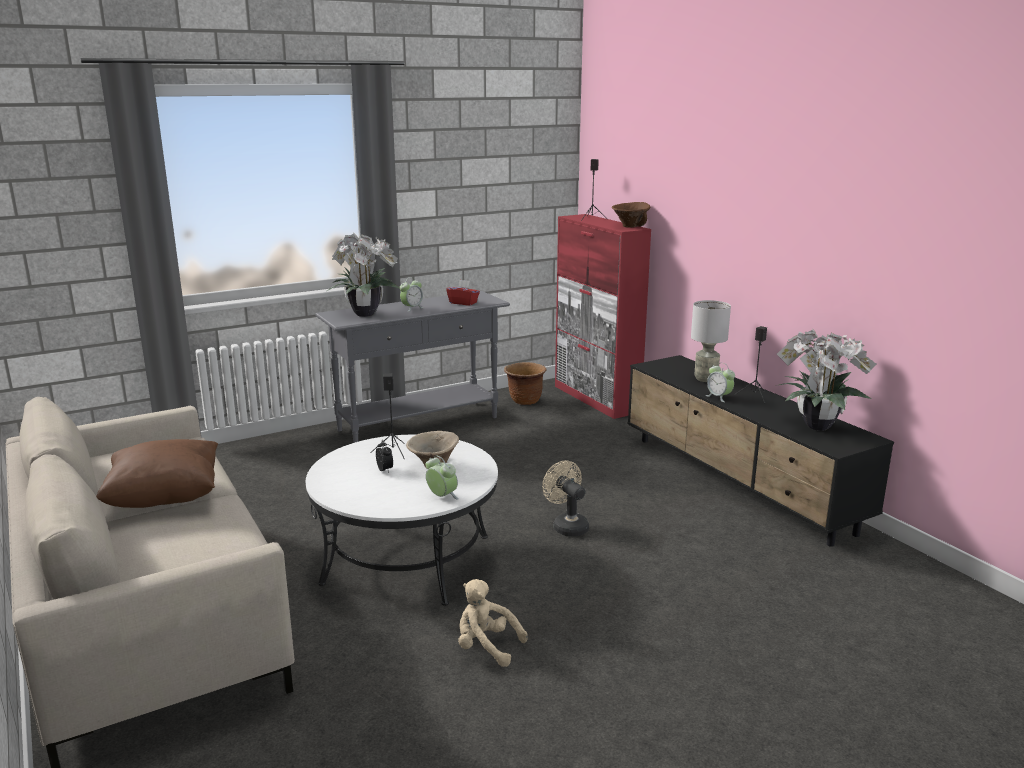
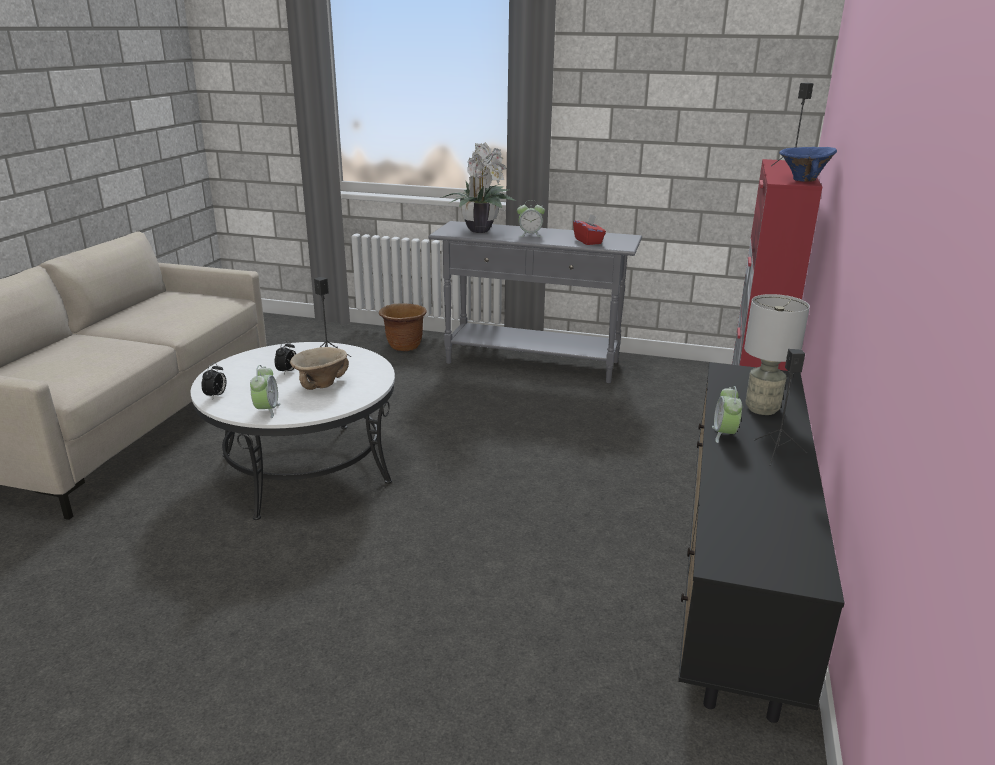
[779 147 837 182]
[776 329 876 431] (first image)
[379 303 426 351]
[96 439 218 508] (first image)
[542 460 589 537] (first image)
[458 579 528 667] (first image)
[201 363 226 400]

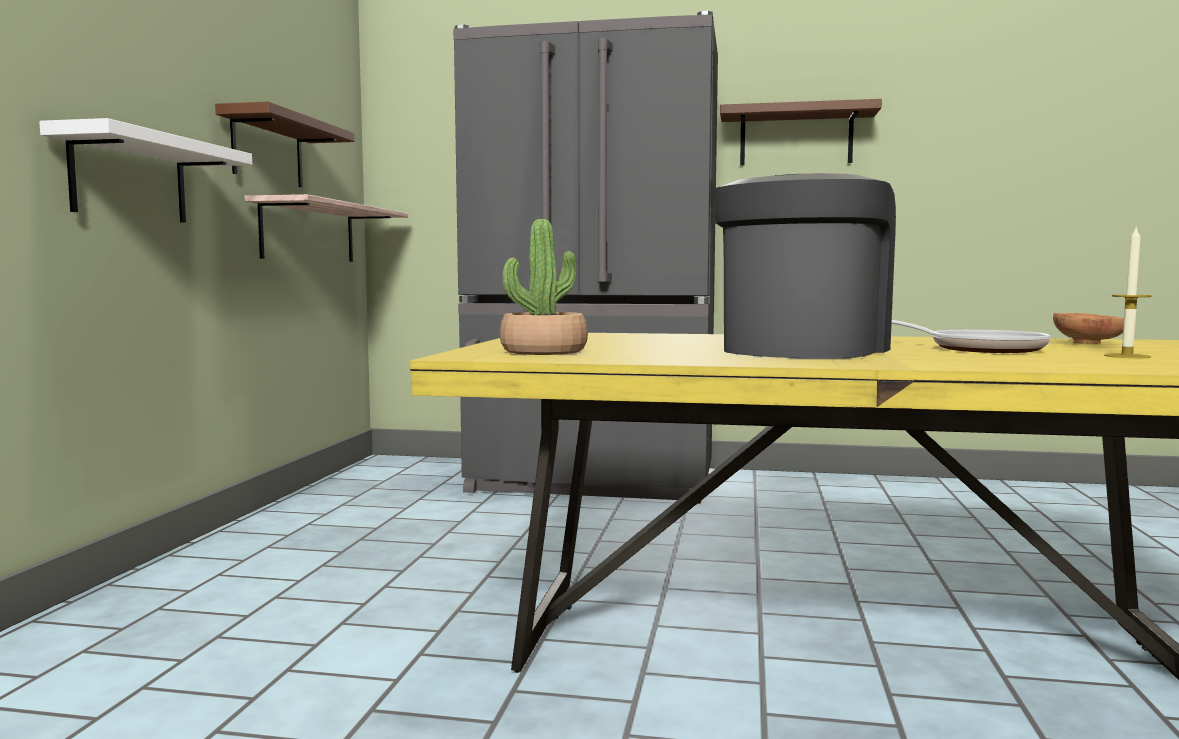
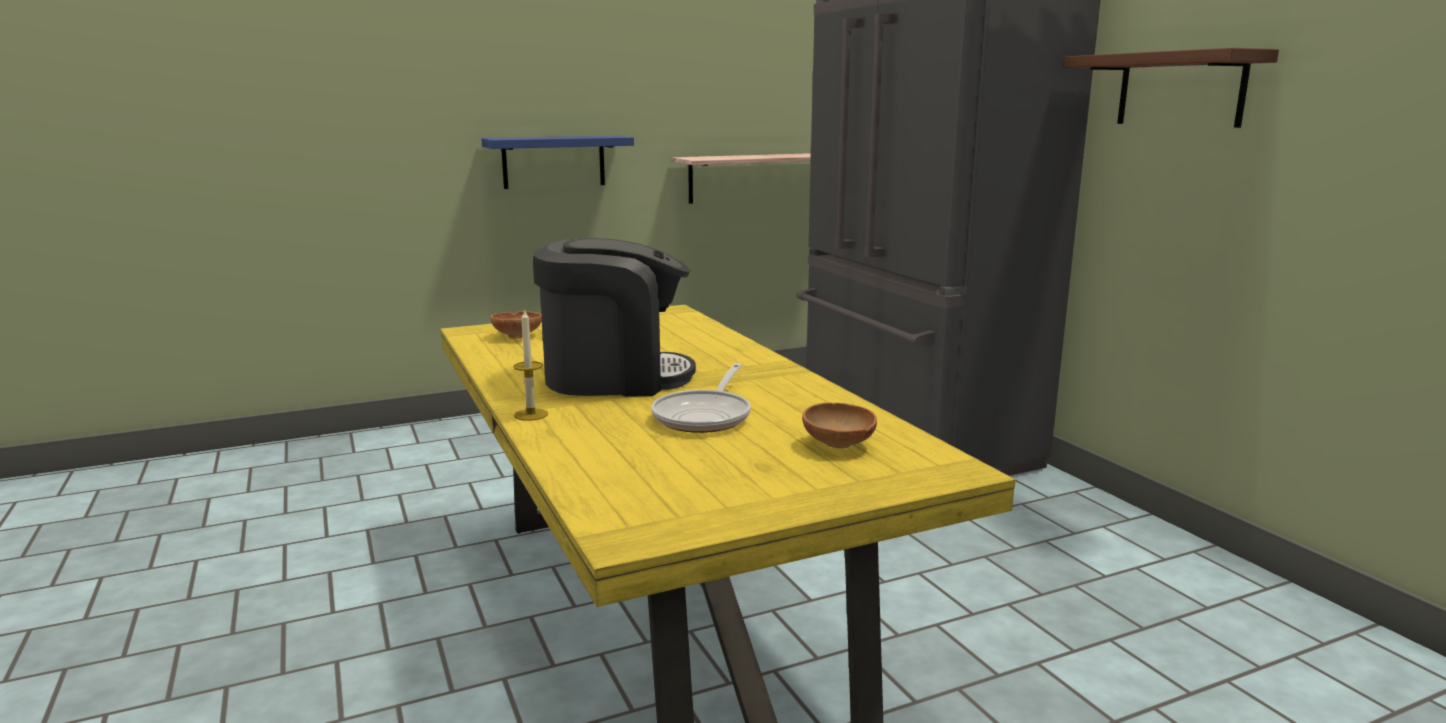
[215 102 355 187] (first image)
[481 136 634 189]
[490 311 542 339]
[513 308 548 421]

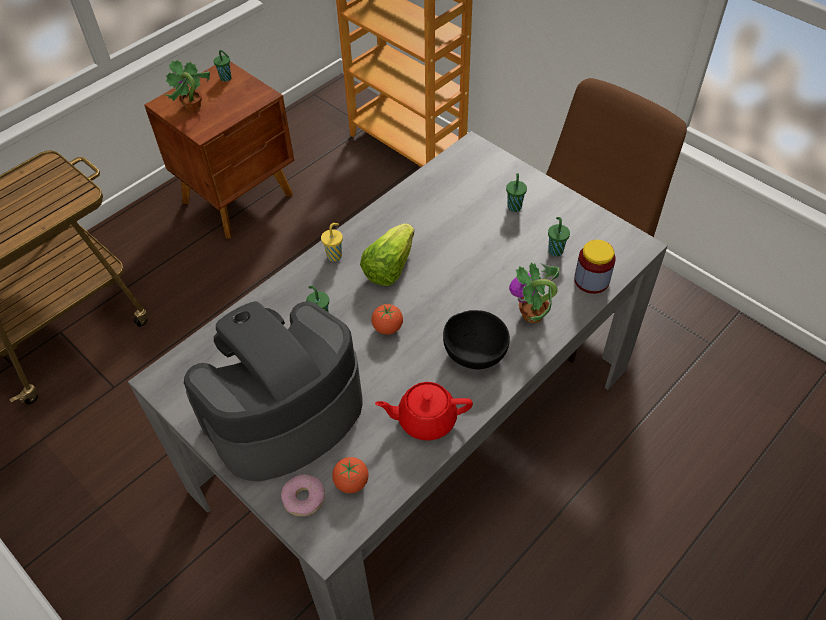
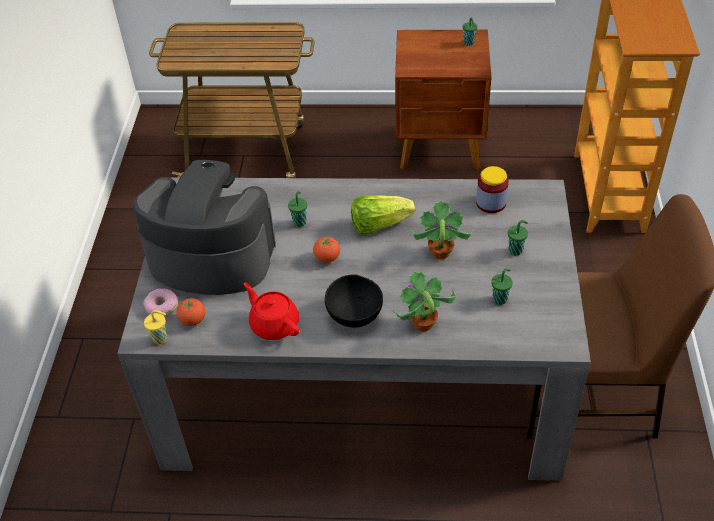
[410 200 473 259]
[144 310 167 344]
[476 166 509 213]

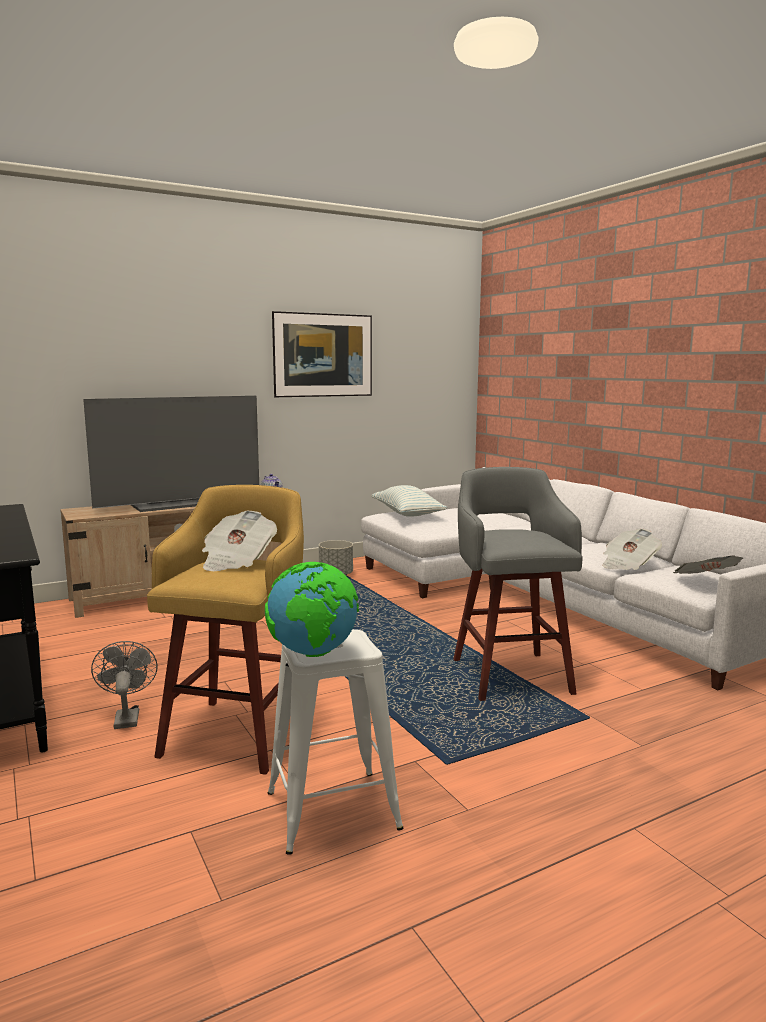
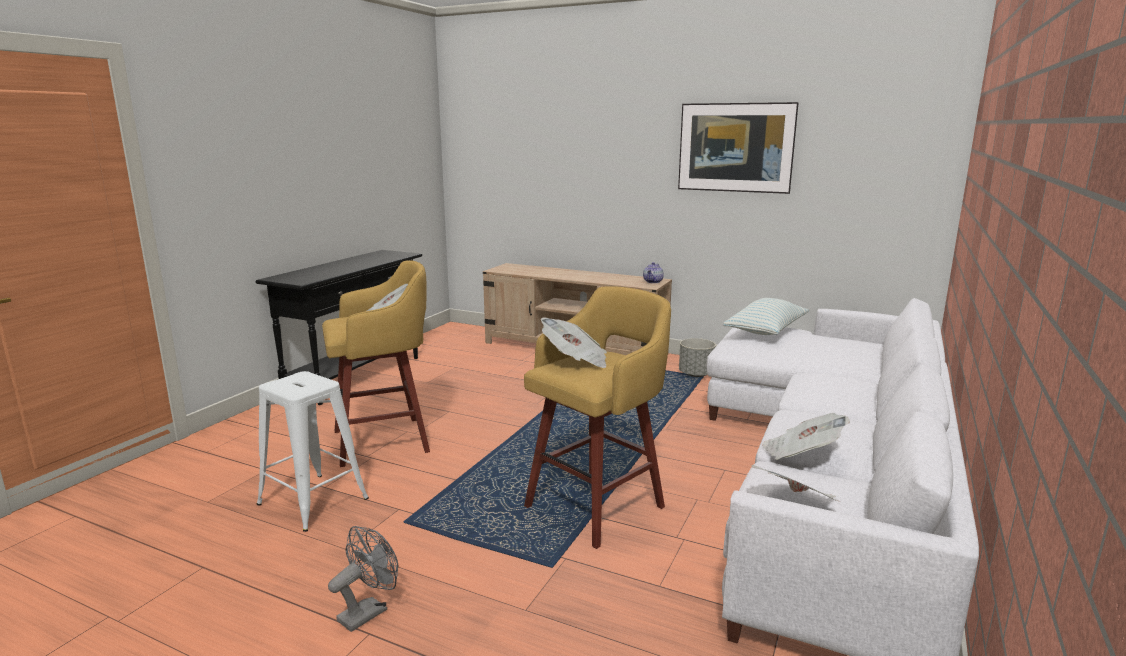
[83 396 259 512] (first image)
[524 286 671 549]
[265 562 359 657] (first image)
[328 526 398 632]
[541 317 606 368]

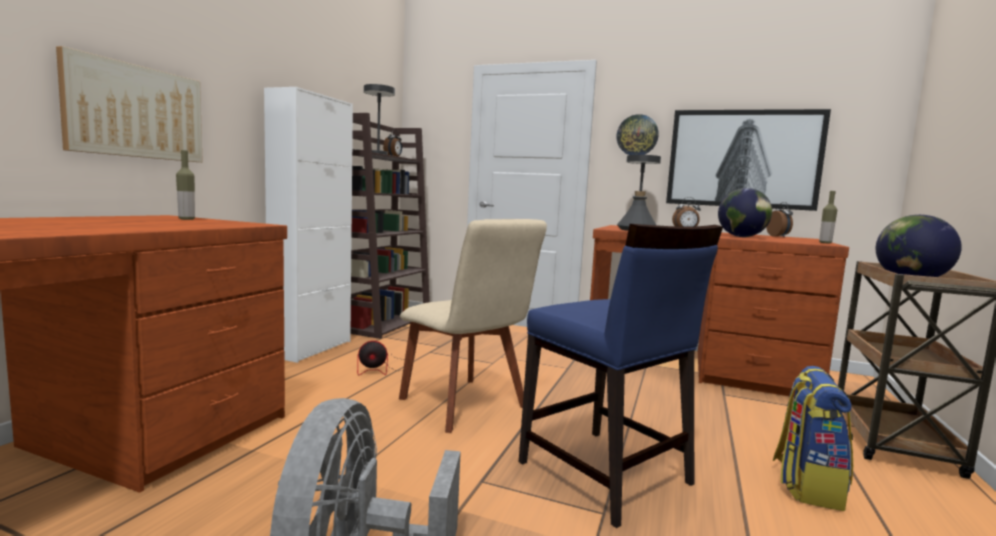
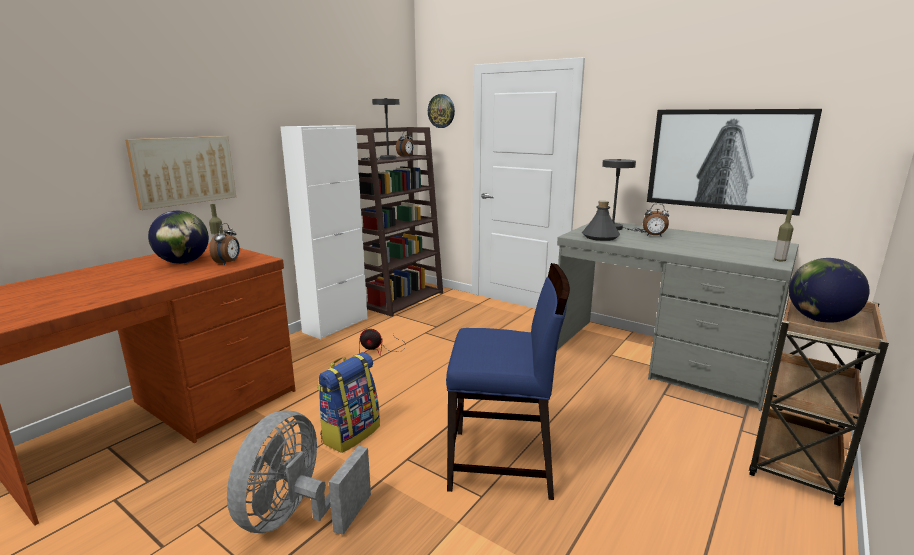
[428 94 455 128]
[148 211 209 264]
[209 223 240 265]
[399 219 547 433] (first image)
[446 263 570 500]
[557 222 799 411]
[317 352 380 453]

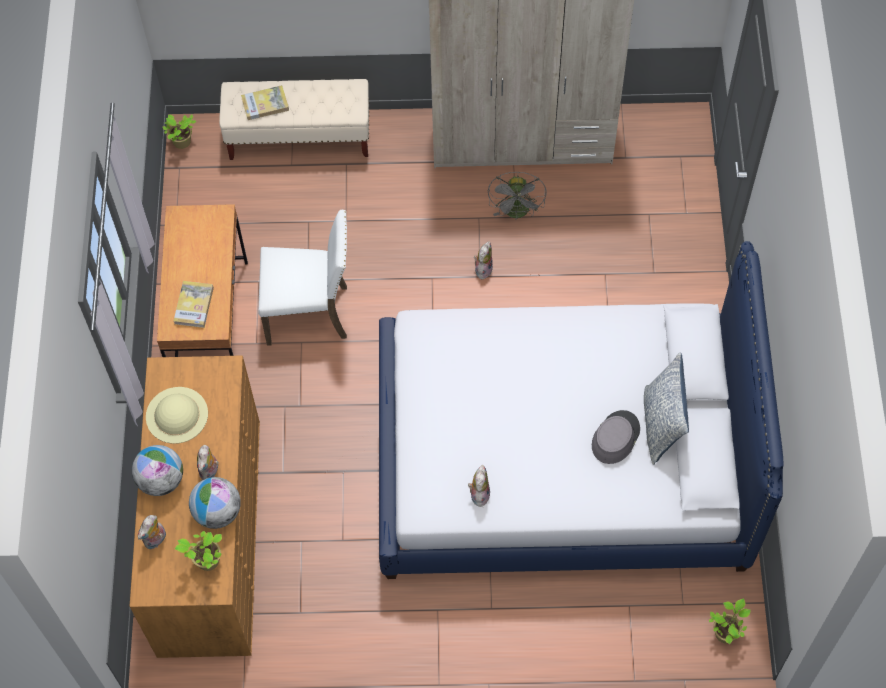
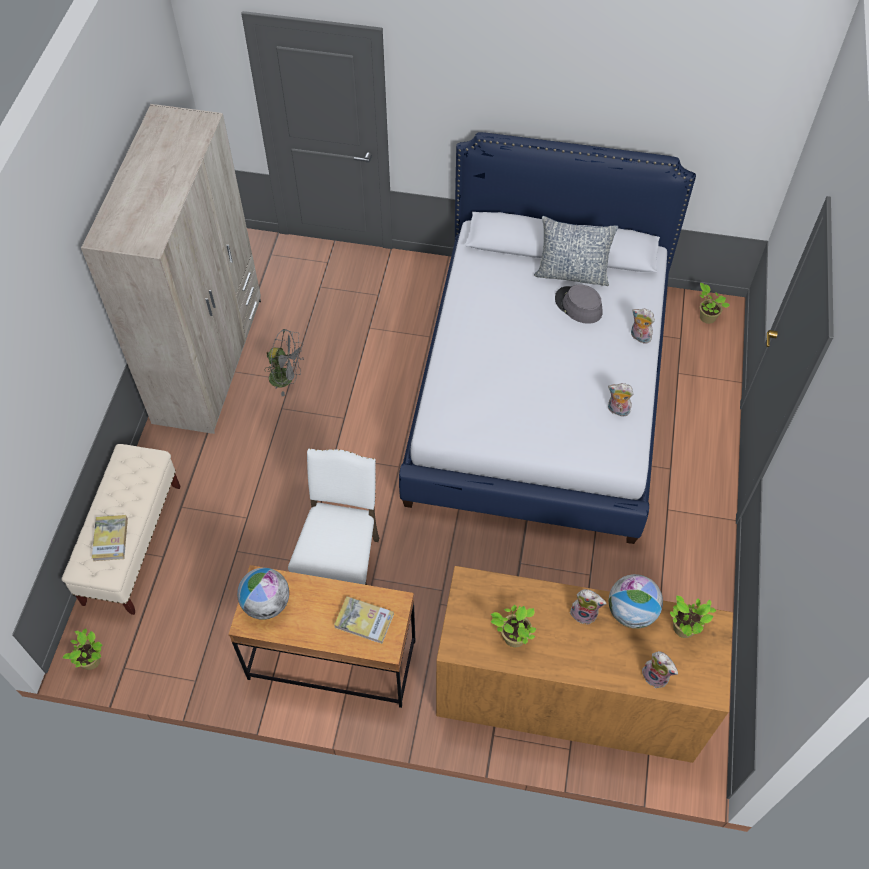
[631 309 655 344]
[491 605 536 647]
[237 568 289 620]

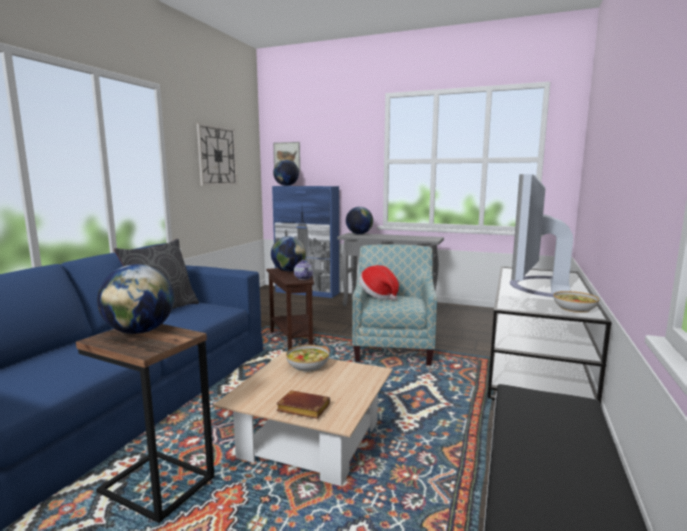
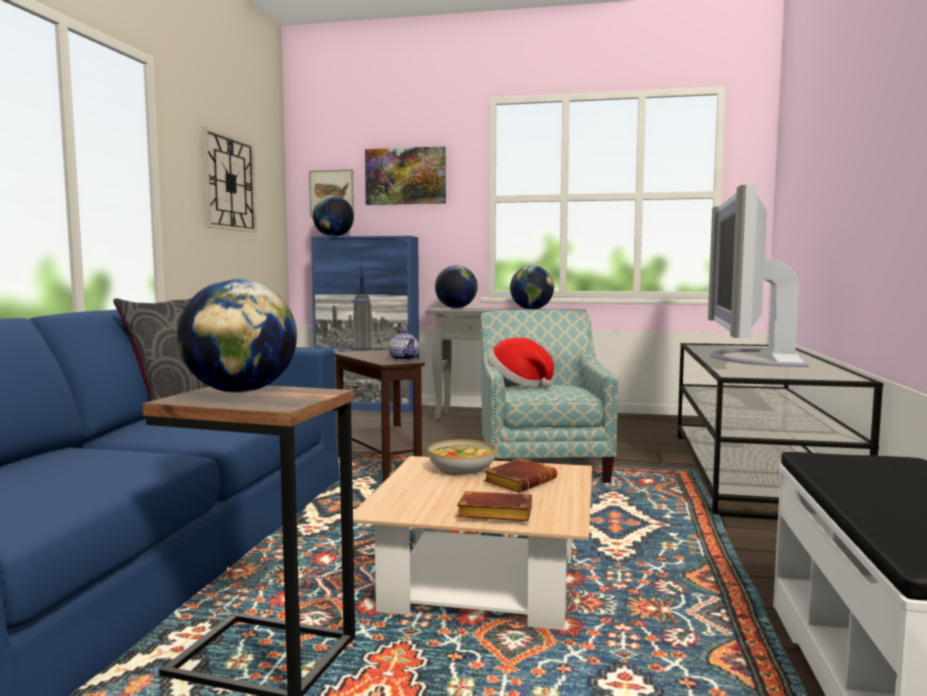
[510 265 554 310]
[554 291 599 313] (first image)
[365 146 446 205]
[484 458 557 493]

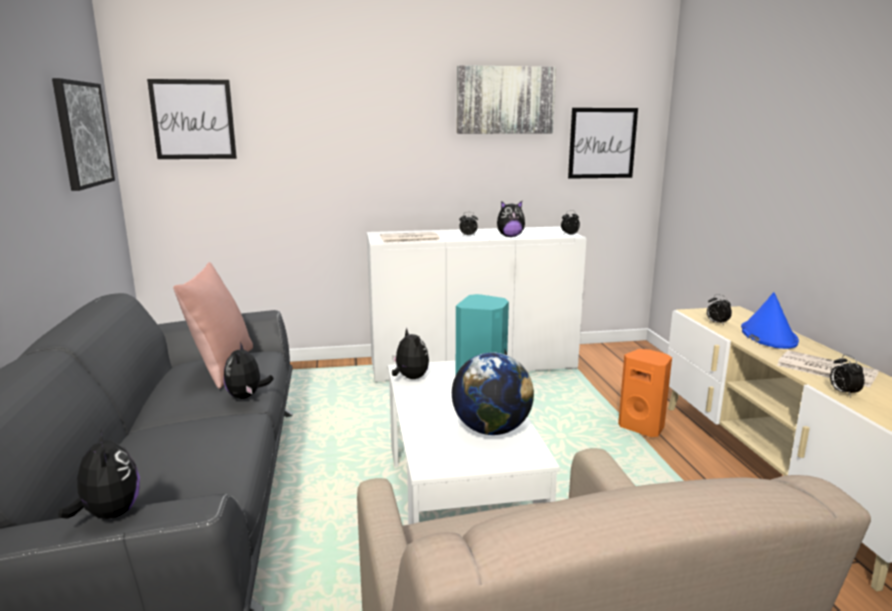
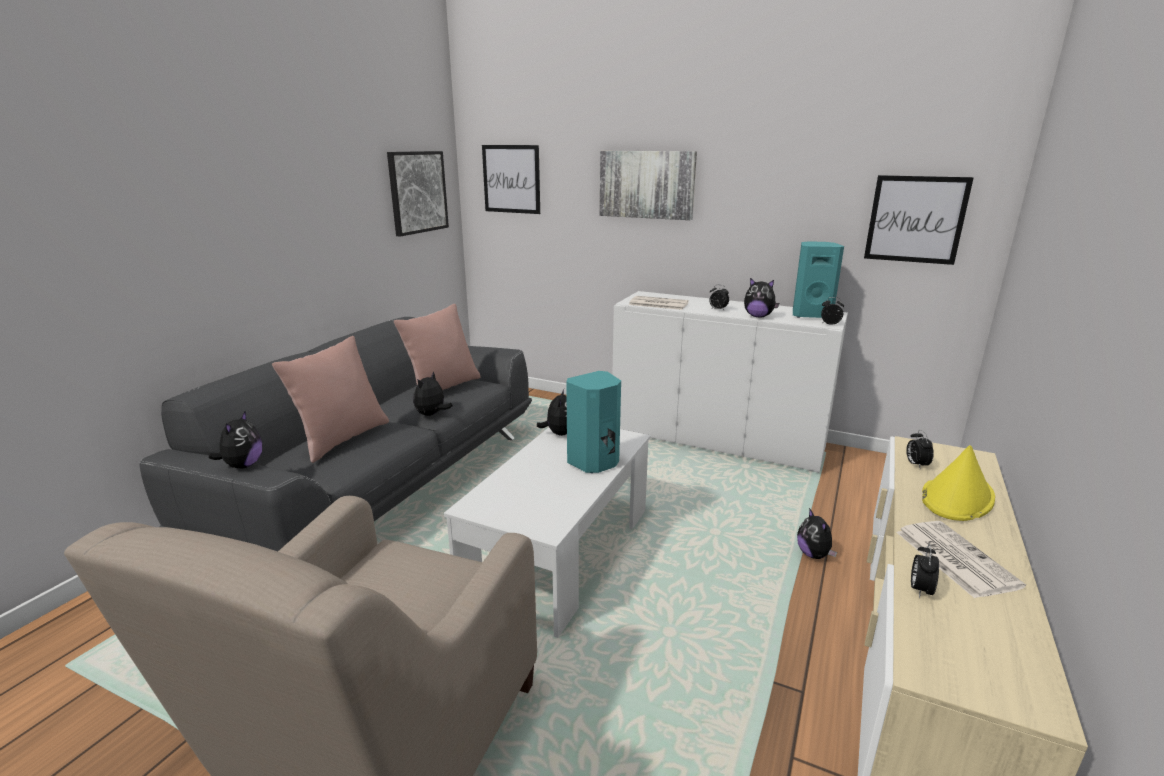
[599 151 697 220]
[922 445 995 521]
[797 508 837 559]
[452 352 534 435] (first image)
[793 241 844 318]
[272 336 389 463]

